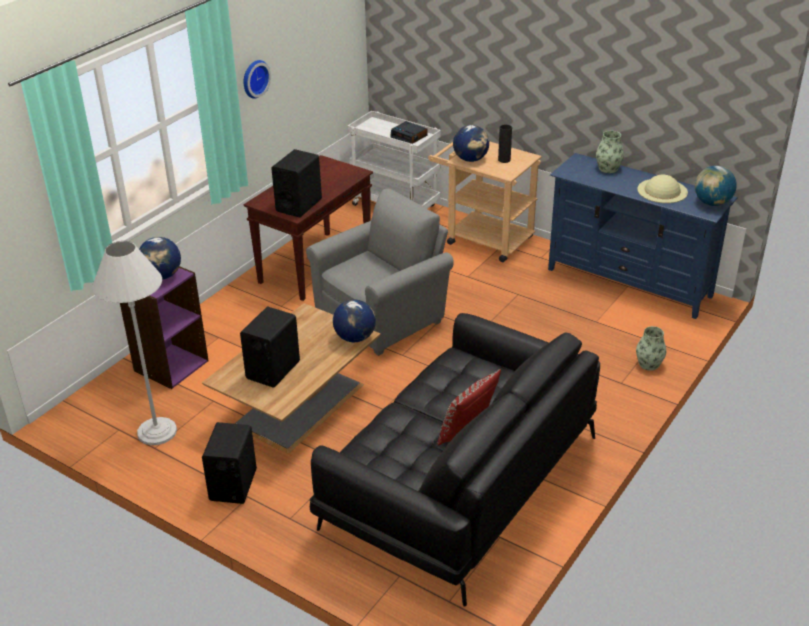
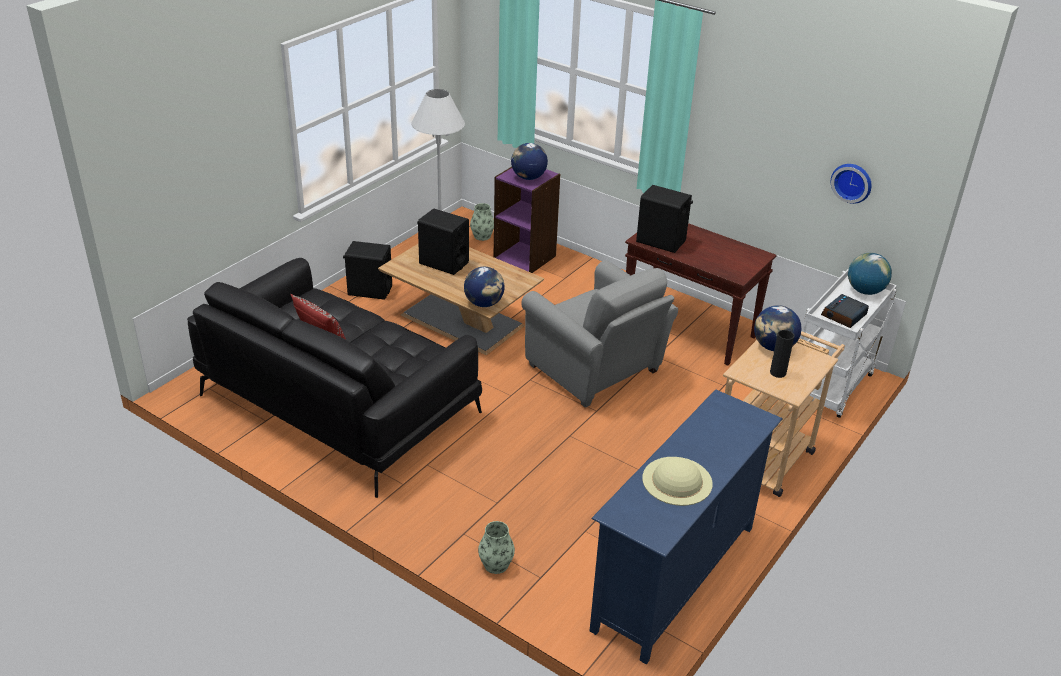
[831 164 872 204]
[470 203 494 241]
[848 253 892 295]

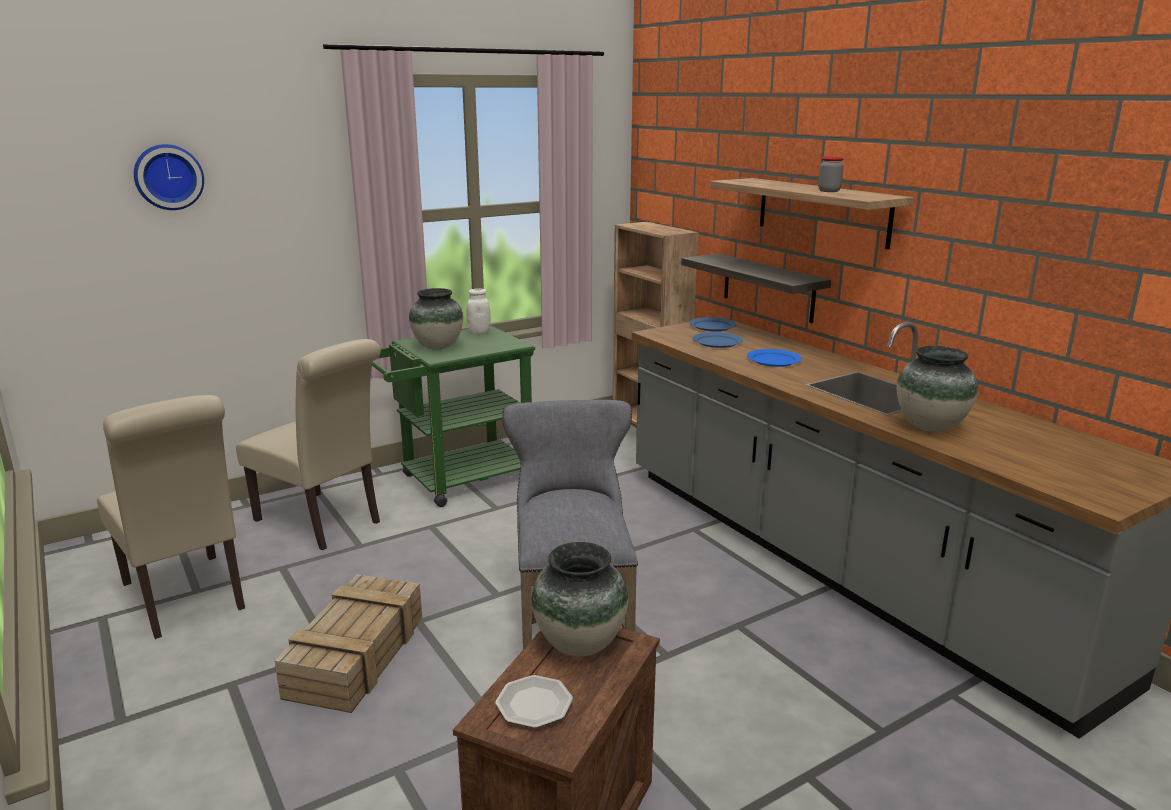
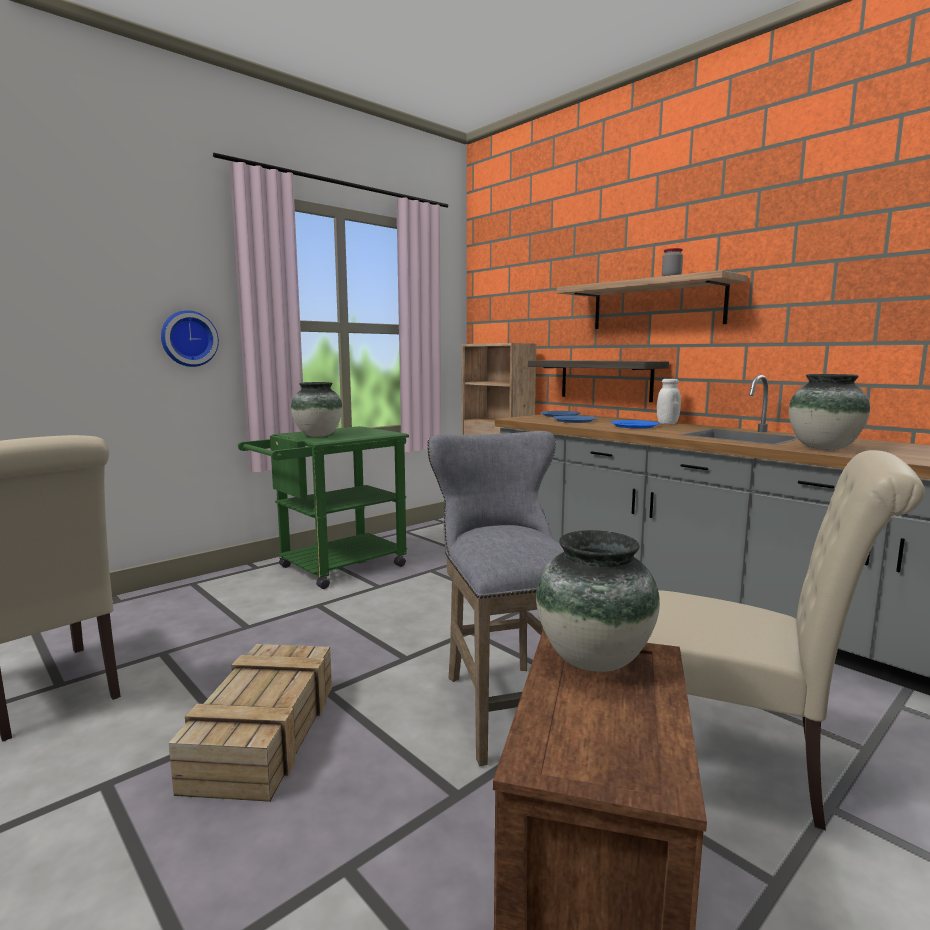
[161 310 219 367]
[657 379 681 424]
[647 450 925 830]
[495 675 573 728] (first image)

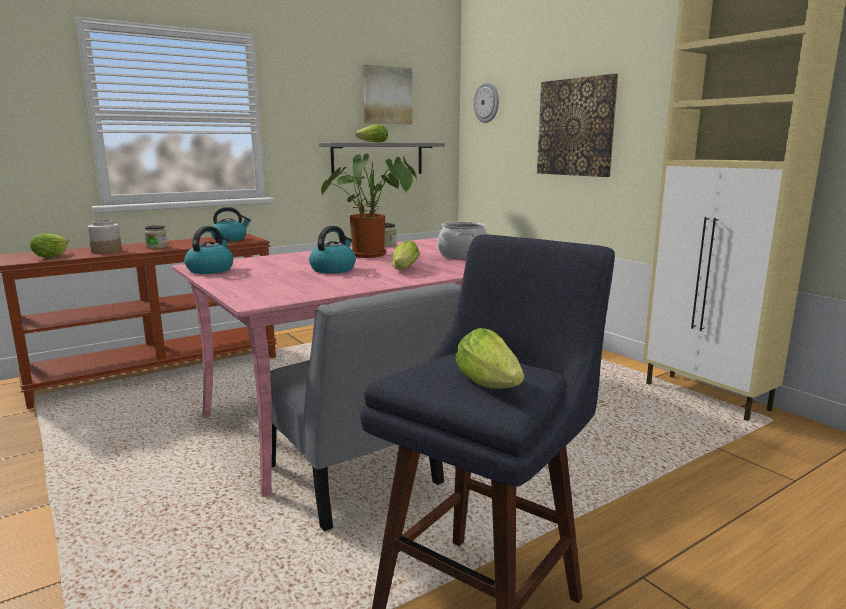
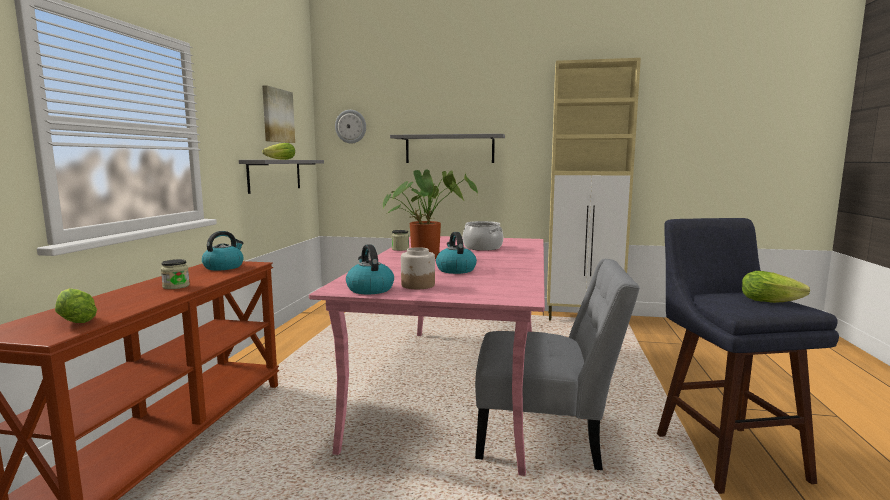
[390 134 505 163]
[401 247 435 289]
[392 240 420 270] (first image)

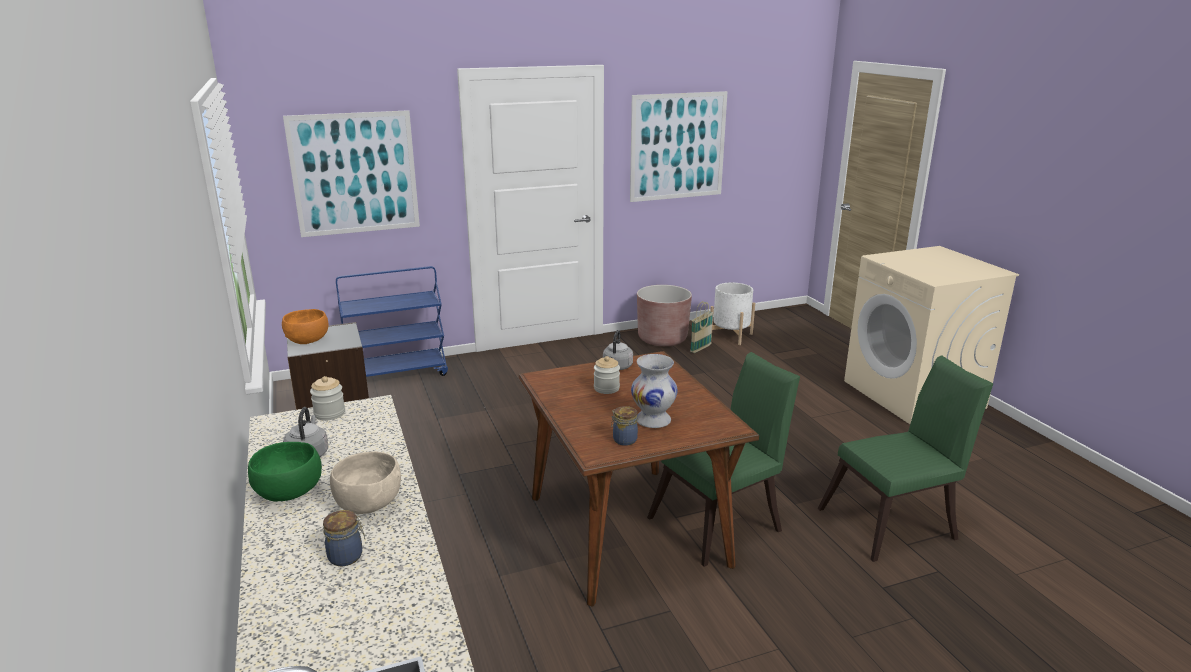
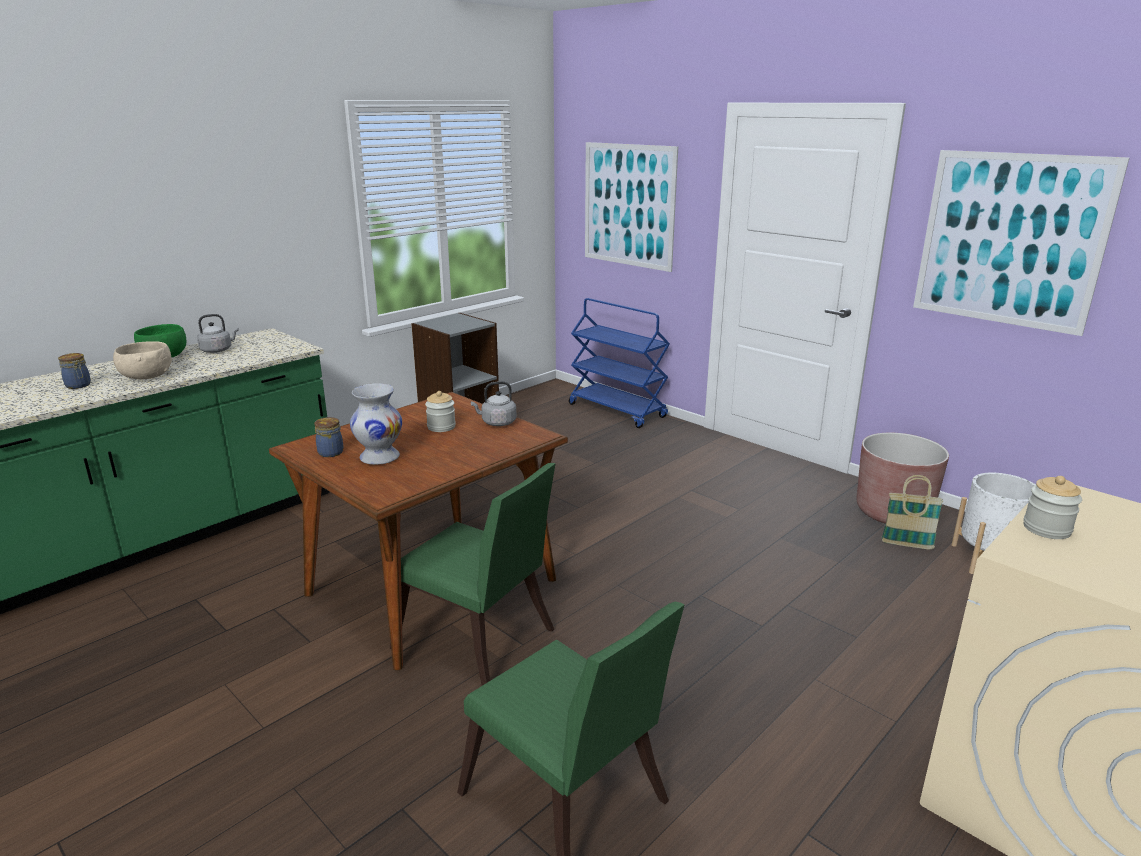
[282 309 328 344] (first image)
[1023 476 1082 539]

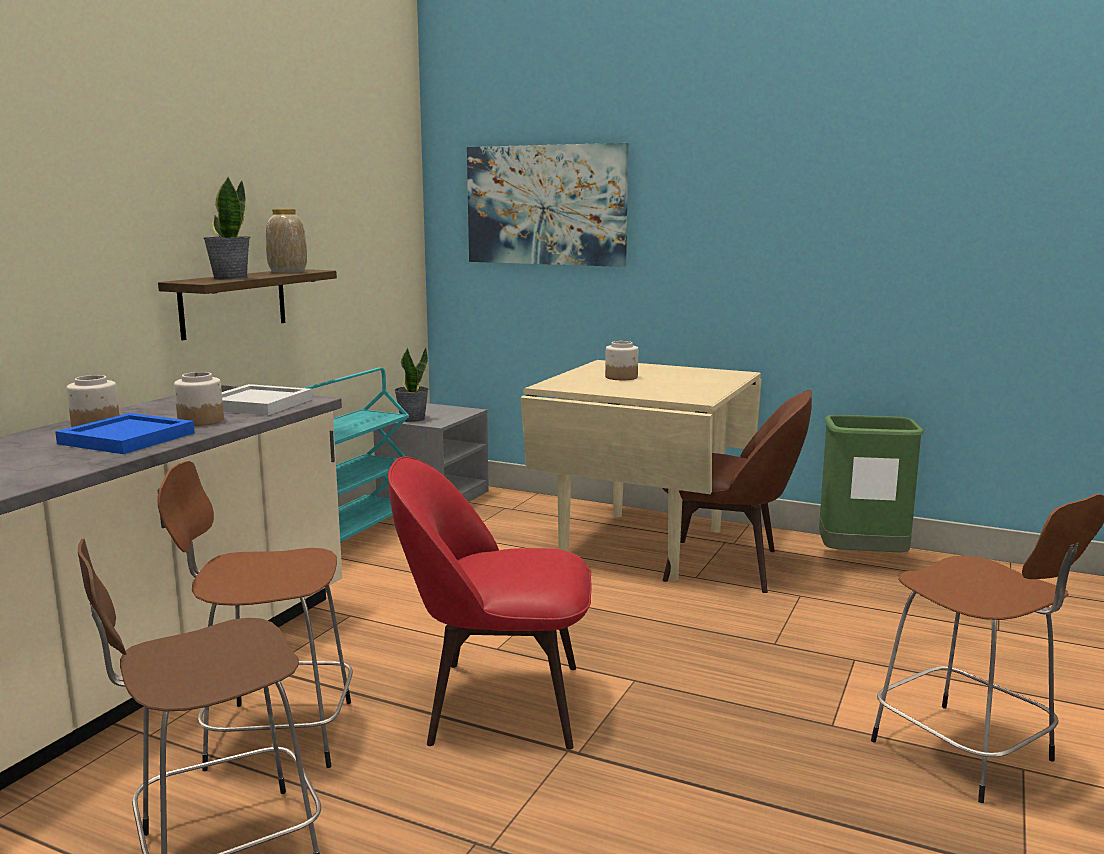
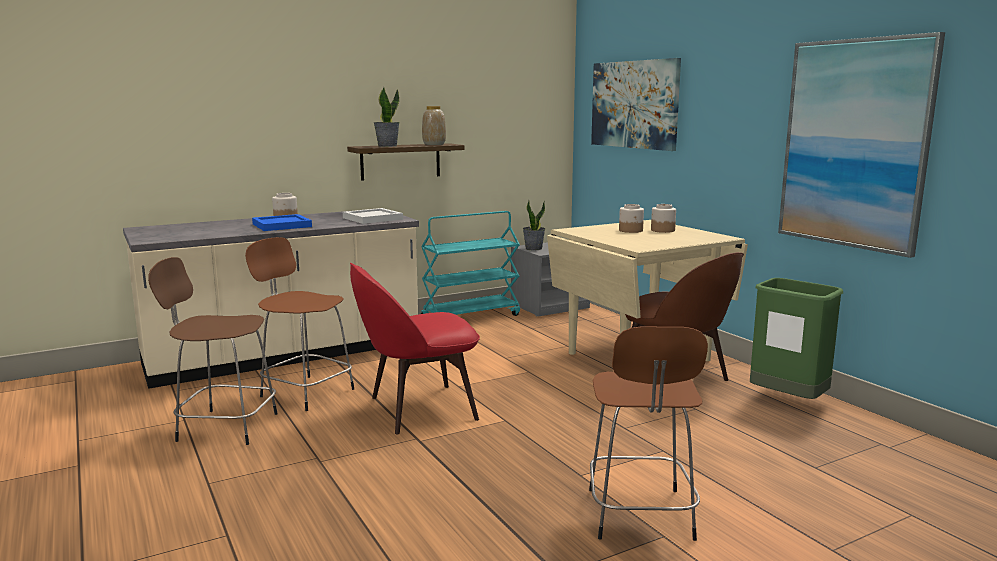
[651 204 676 233]
[350 263 480 434]
[778 32 945 258]

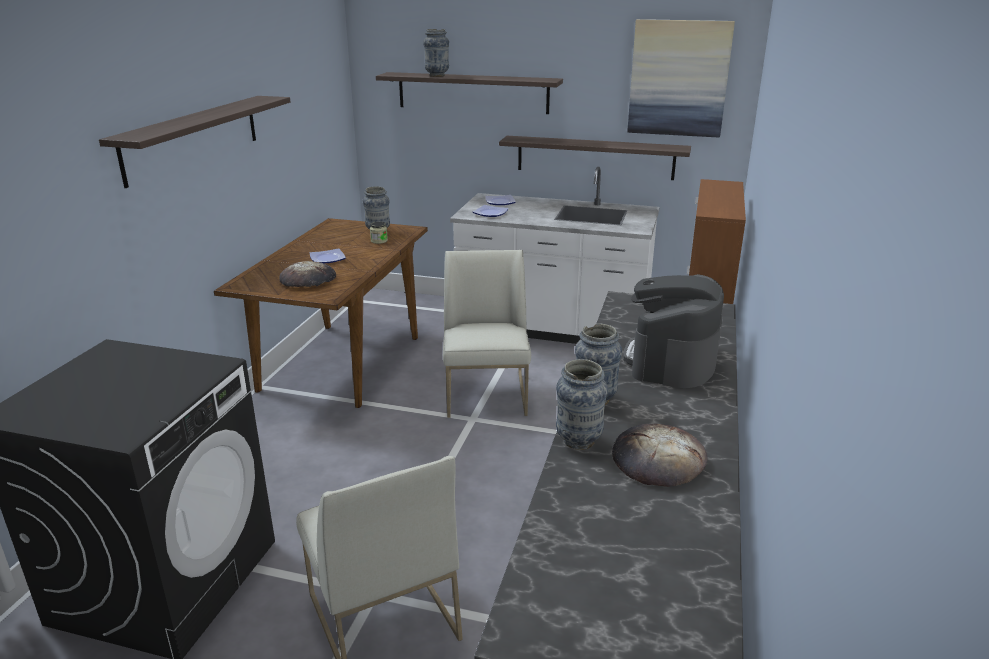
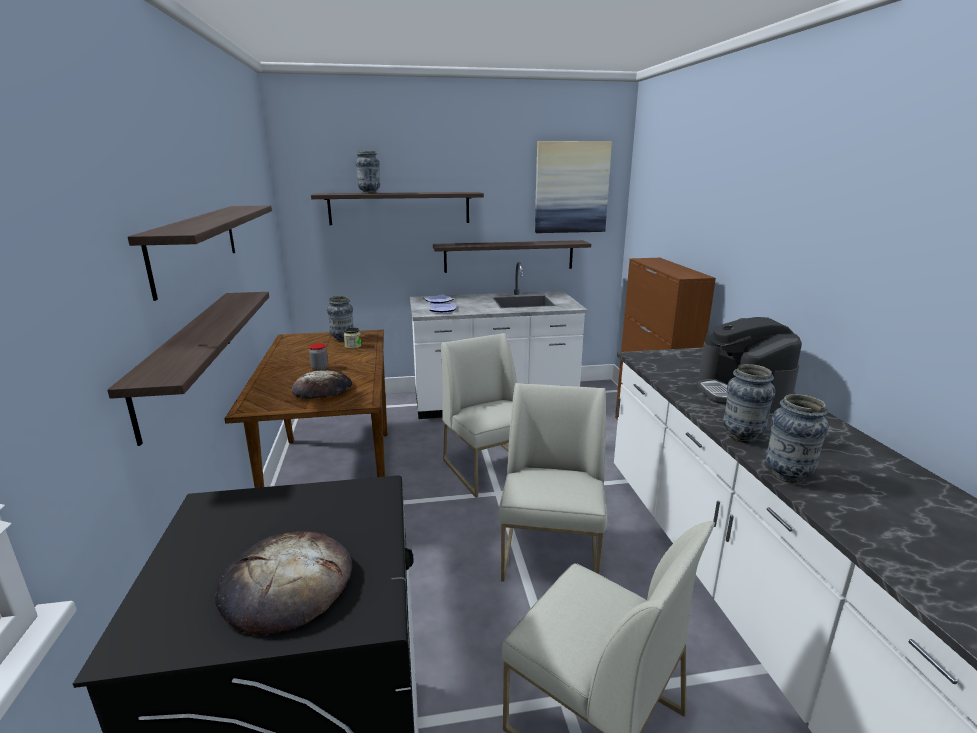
[309 343 328 371]
[215 531 352 635]
[107 292 269 446]
[499 383 607 582]

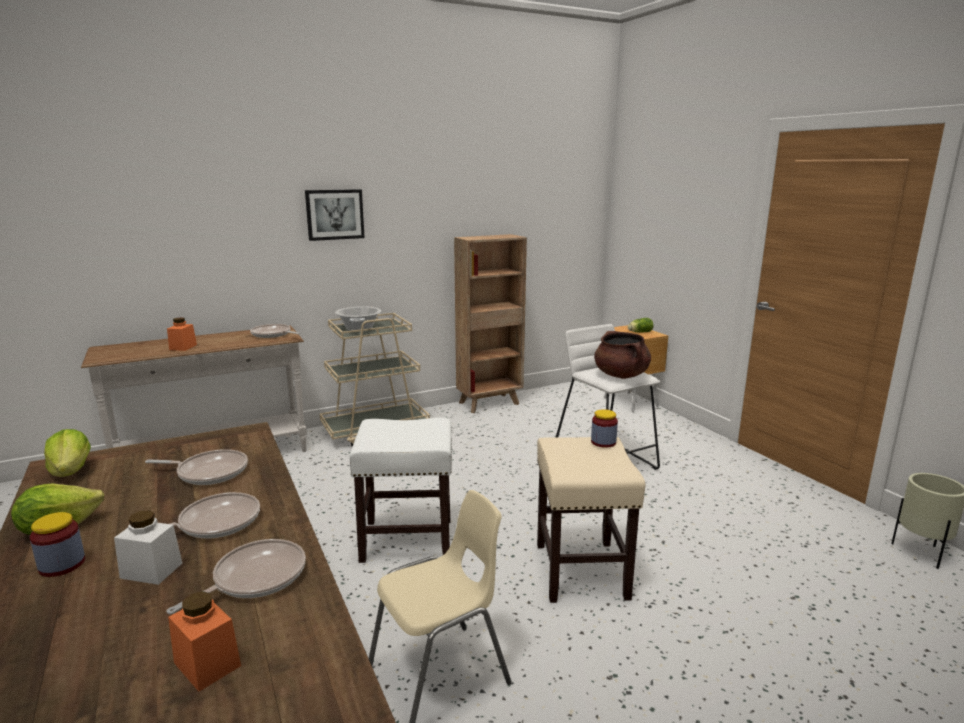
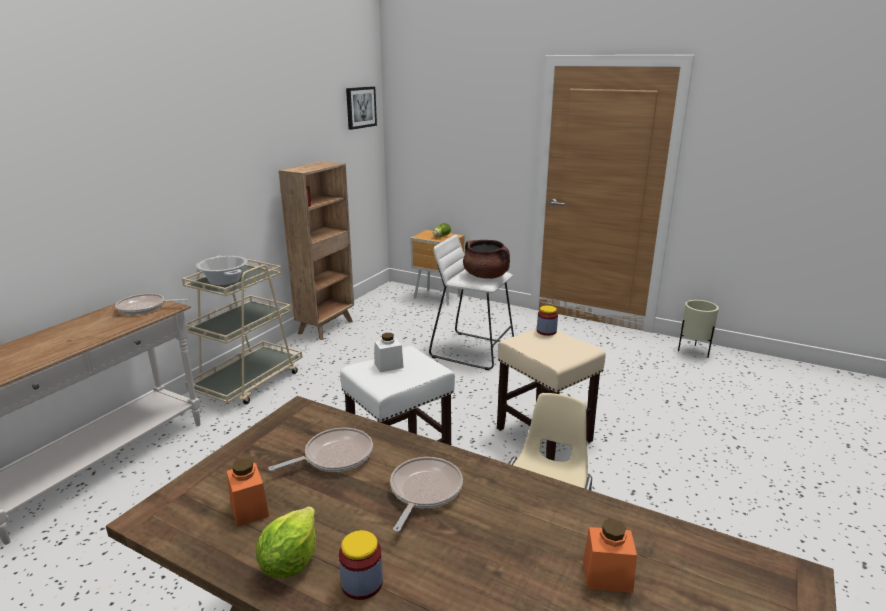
[346 86 377 130]
[226 459 269 527]
[44 429 91 477] (first image)
[375 333 404 373]
[166 539 306 614] (first image)

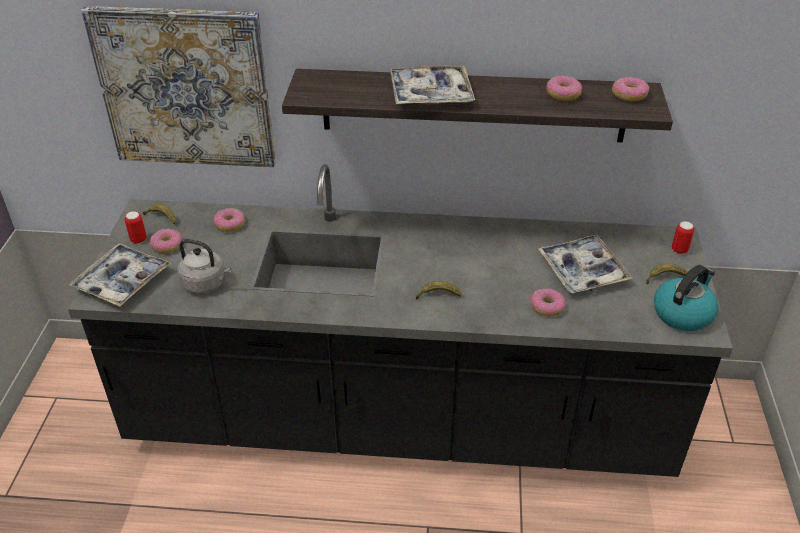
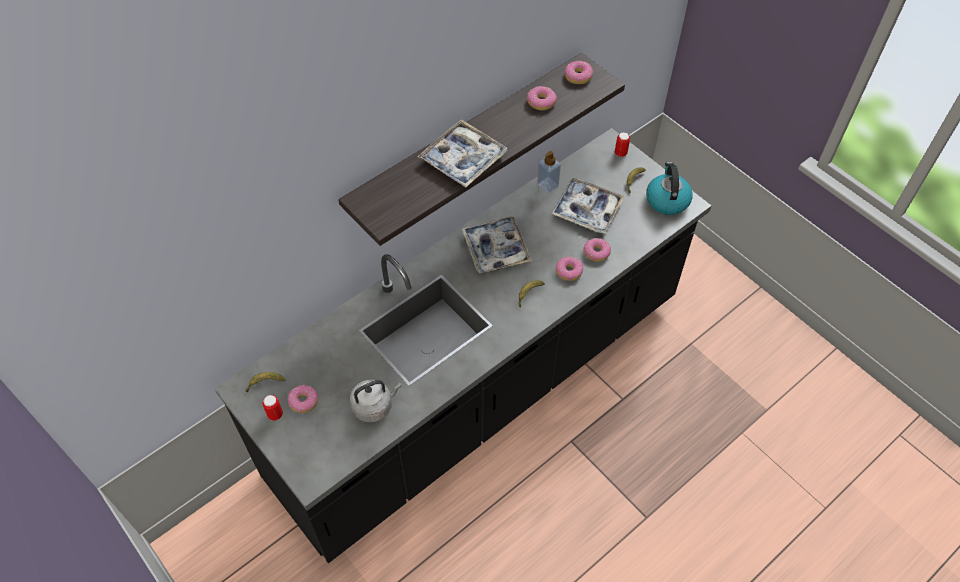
[81 6 276 167] (first image)
[556 257 583 281]
[462 216 532 274]
[537 151 561 193]

